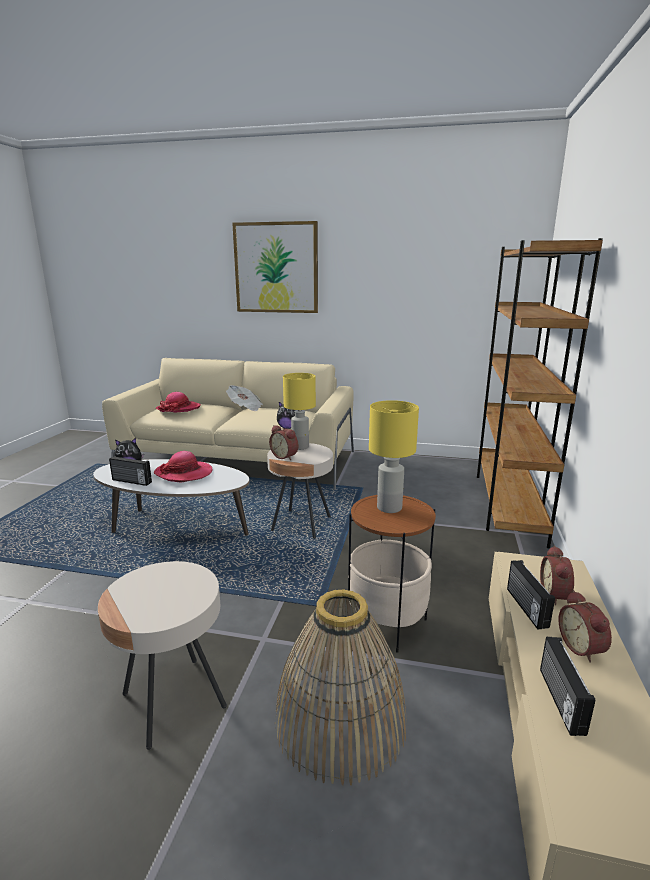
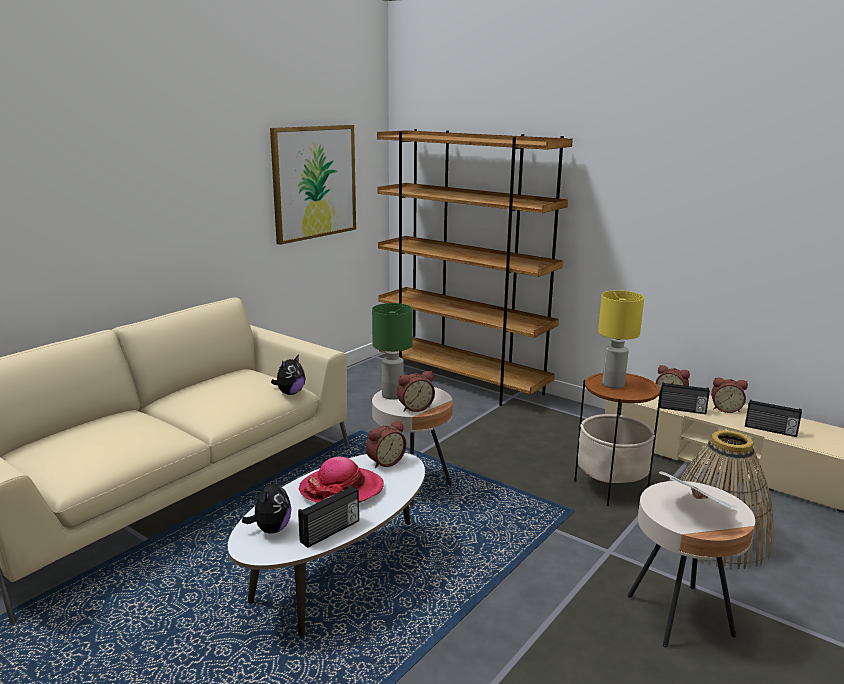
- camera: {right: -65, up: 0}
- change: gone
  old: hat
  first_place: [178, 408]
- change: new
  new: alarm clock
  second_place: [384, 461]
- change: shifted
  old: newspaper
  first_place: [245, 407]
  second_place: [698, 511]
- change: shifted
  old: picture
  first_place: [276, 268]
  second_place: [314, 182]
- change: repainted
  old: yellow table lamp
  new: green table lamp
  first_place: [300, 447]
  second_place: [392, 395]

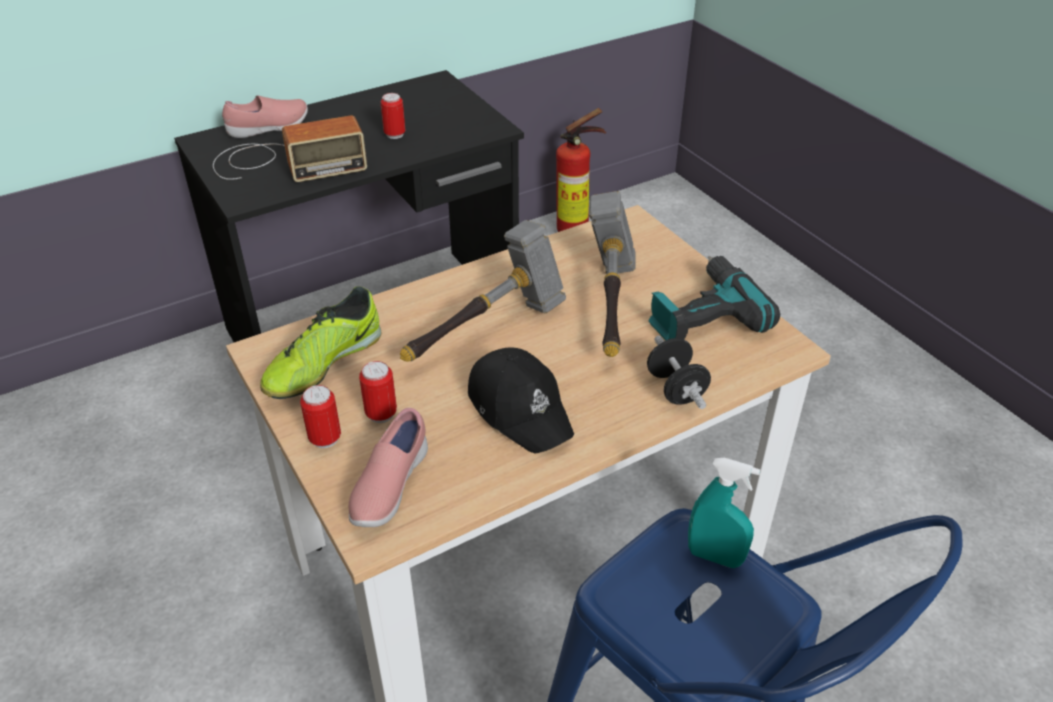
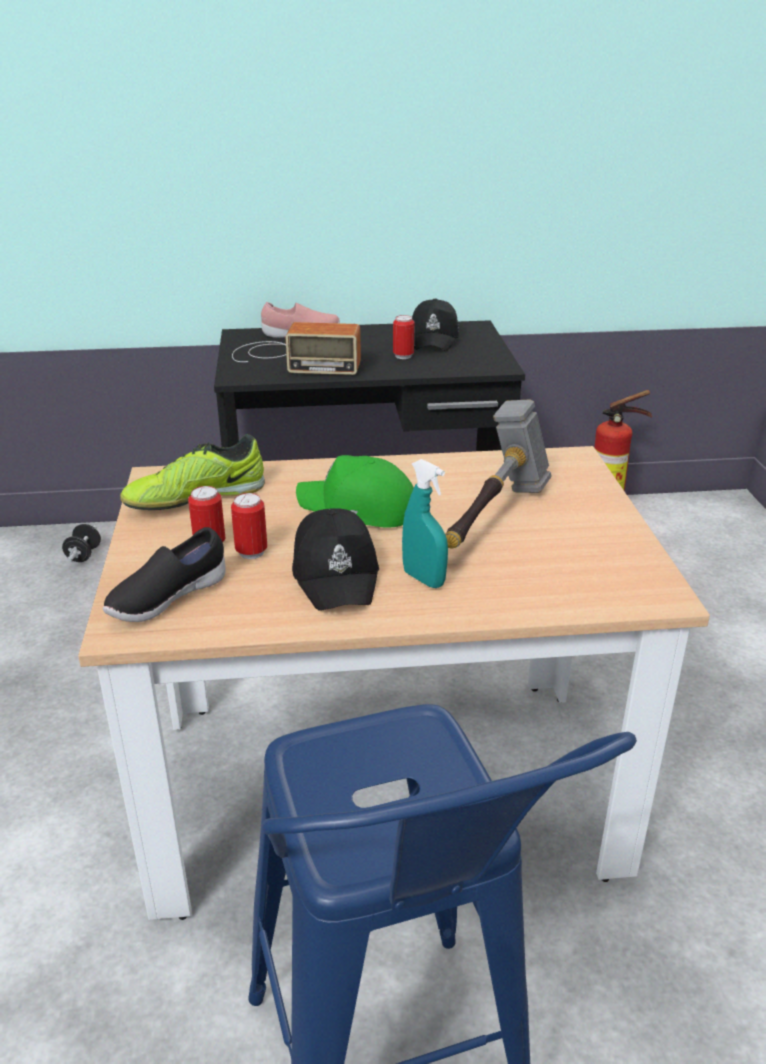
- camera: {right: 25, up: -10}
- change: gone
  old: power drill
  first_place: [702, 314]
- change: new
  new: black cap
  second_place: [434, 338]
- change: shifted
  old: can
  first_place: [325, 439]
  second_place: [251, 552]
- change: shifted
  old: black dumbbell
  first_place: [675, 389]
  second_place: [84, 555]
- change: shifted
  old: turquoise spray bottle
  first_place: [715, 557]
  second_place: [423, 579]
- change: swapped
  old: hammer
  new: green cap
  first_place: [487, 331]
  second_place: [358, 508]
- change: repainted
  old: pink shoe
  new: black shoe
  first_place: [389, 487]
  second_place: [167, 599]

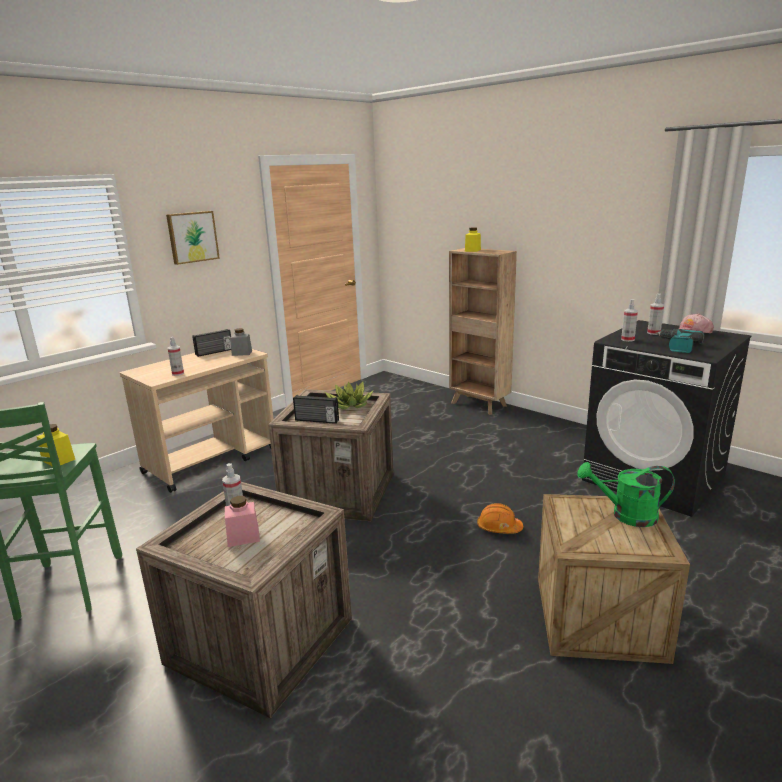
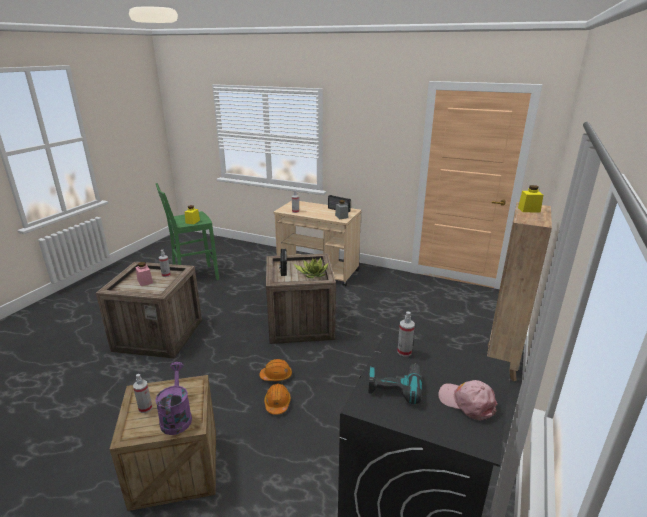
- camera: {right: 70, up: 5}
- change: gone
  old: picture
  first_place: [192, 237]
- change: new
  new: orange hard hat
  second_place: [276, 376]
- change: shifted
  old: spray bottle
  first_place: [653, 333]
  second_place: [145, 408]
- change: repainted
  old: green watering can
  new: purple watering can
  first_place: [626, 515]
  second_place: [176, 417]

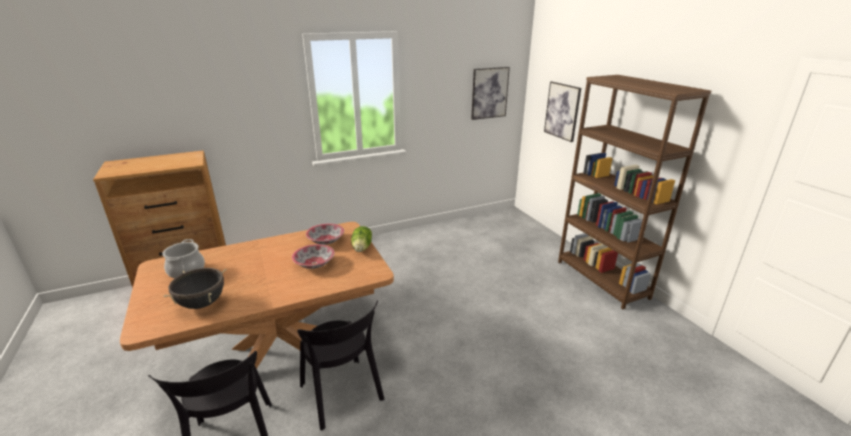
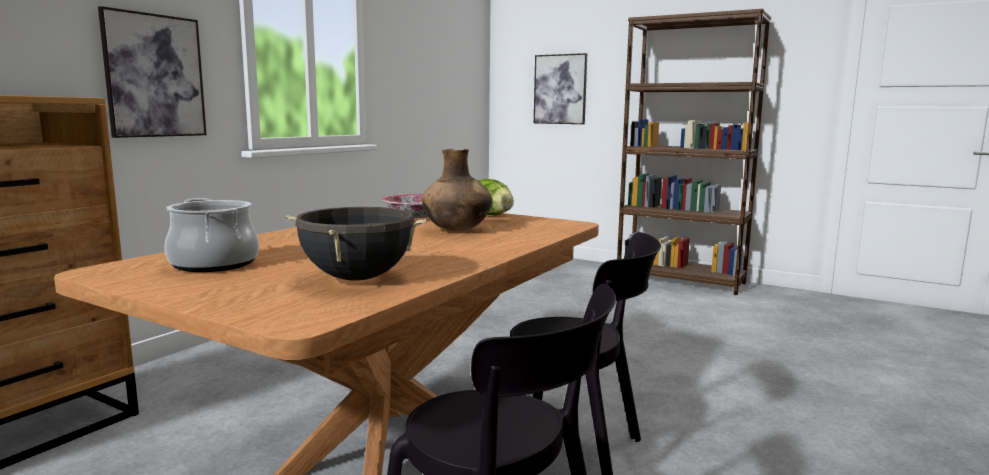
- camera: {right: -35, up: -15}
- change: shifted
  old: picture
  first_place: [489, 93]
  second_place: [154, 76]
- change: swapped
  old: bowl
  new: brown vase
  first_place: [314, 264]
  second_place: [457, 230]

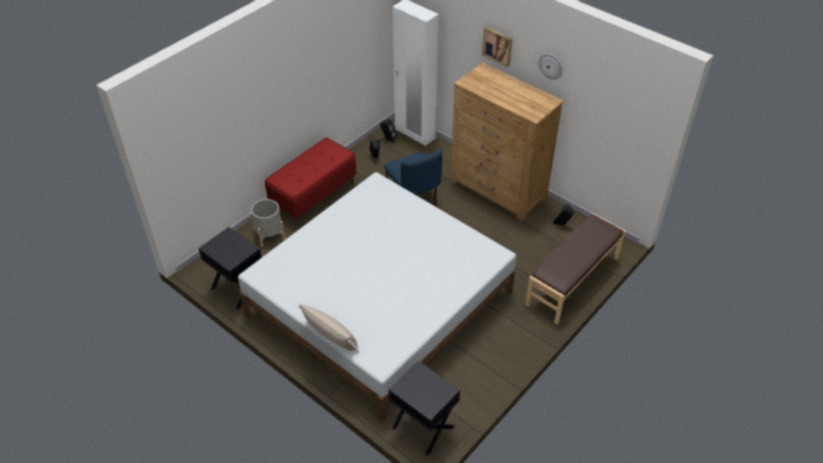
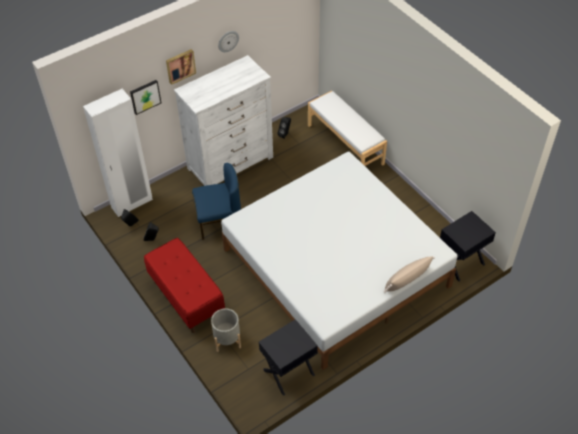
- camera: {right: -75, up: 5}
- change: new
  new: picture
  second_place: [145, 96]
- change: repainted
  old: brown dresser
  new: white dresser
  first_place: [498, 190]
  second_place: [231, 163]
- change: repainted
  old: brown bench
  new: white bench
  first_place: [573, 281]
  second_place: [345, 144]

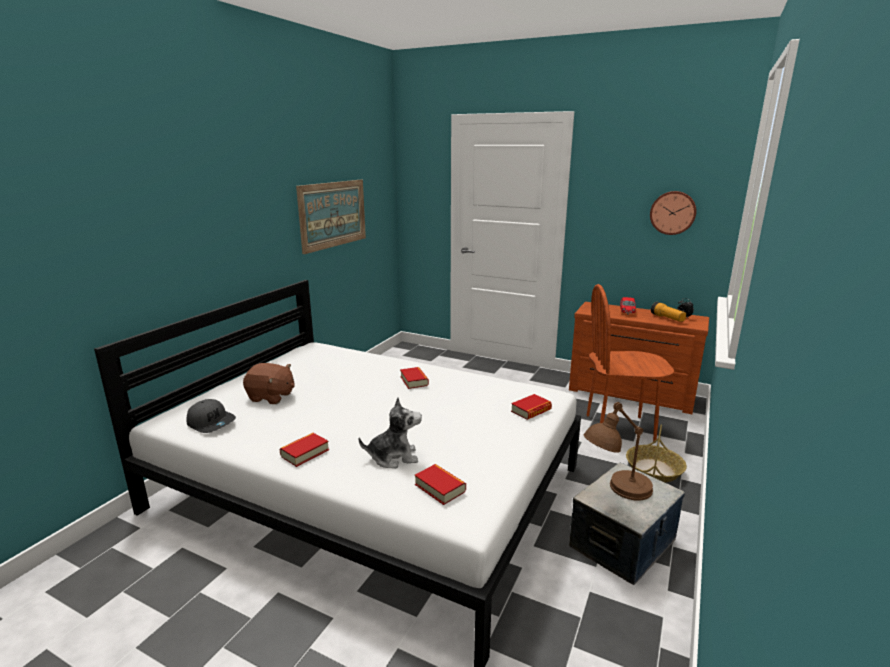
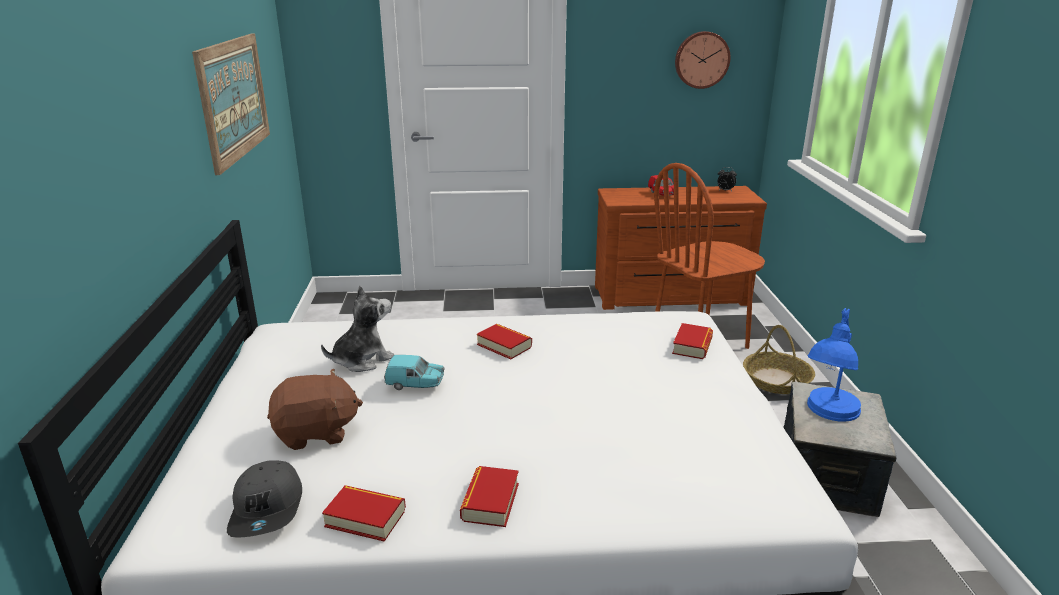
- camera: {right: -30, up: 5}
- change: gone
  old: flashlight
  first_place: [667, 318]
- change: new
  new: turquoise toy car
  second_place: [415, 384]
- change: shifted
  old: plush toy
  first_place: [393, 457]
  second_place: [362, 360]
- change: shifted
  old: book
  first_place: [440, 488]
  second_place: [365, 518]
- change: repainted
  old: brown table lamp
  new: blue table lamp
  first_place: [616, 492]
  second_place: [827, 418]
- change: rotated
  old: grey cap
  first_place: [212, 423]
  second_place: [268, 509]
  degrees: 75

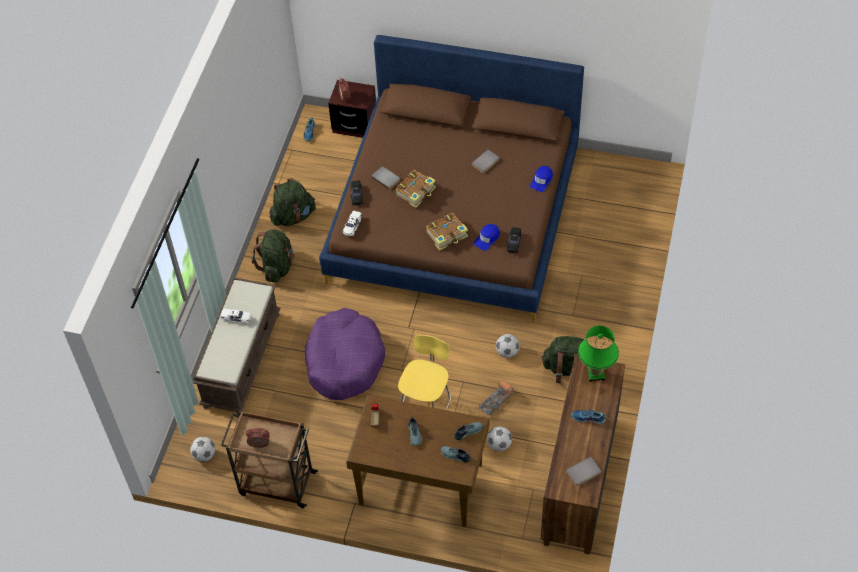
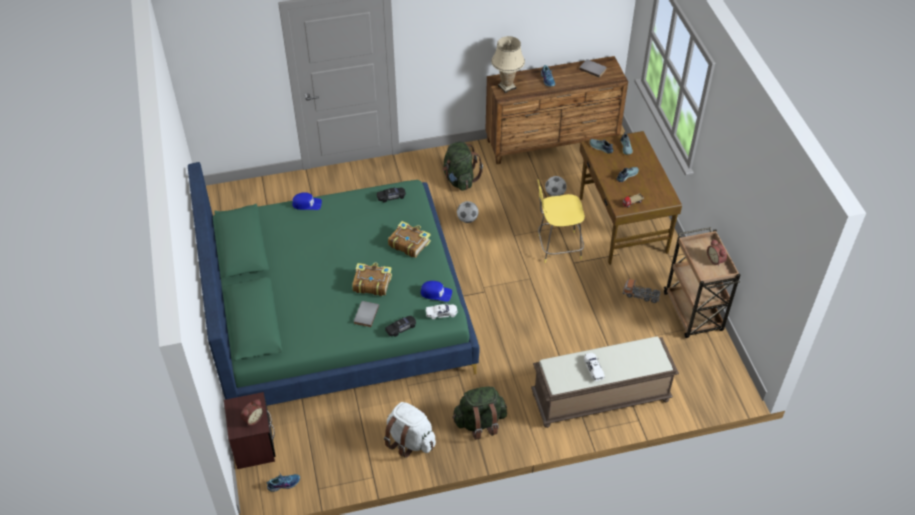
- camera: {right: -120, up: -5}
- change: gone
  old: football
  first_place: [204, 455]
- change: gone
  old: purple dog bed
  first_place: [344, 361]
- change: gone
  old: grey book
  first_place: [486, 162]
- change: shifted
  old: blue cap
  first_place: [487, 238]
  second_place: [436, 293]
- change: shifted
  old: toy truck
  first_place: [496, 401]
  second_place: [641, 295]
- change: repainted
  old: green backpack
  new: white backpack
  first_place: [293, 216]
  second_place: [410, 440]
- change: repainted
  old: brown bed
  new: green bed
  first_place: [455, 215]
  second_place: [337, 309]
- change: repainted
  old: green table lamp
  new: beige table lamp
  first_place: [595, 374]
  second_place: [507, 87]

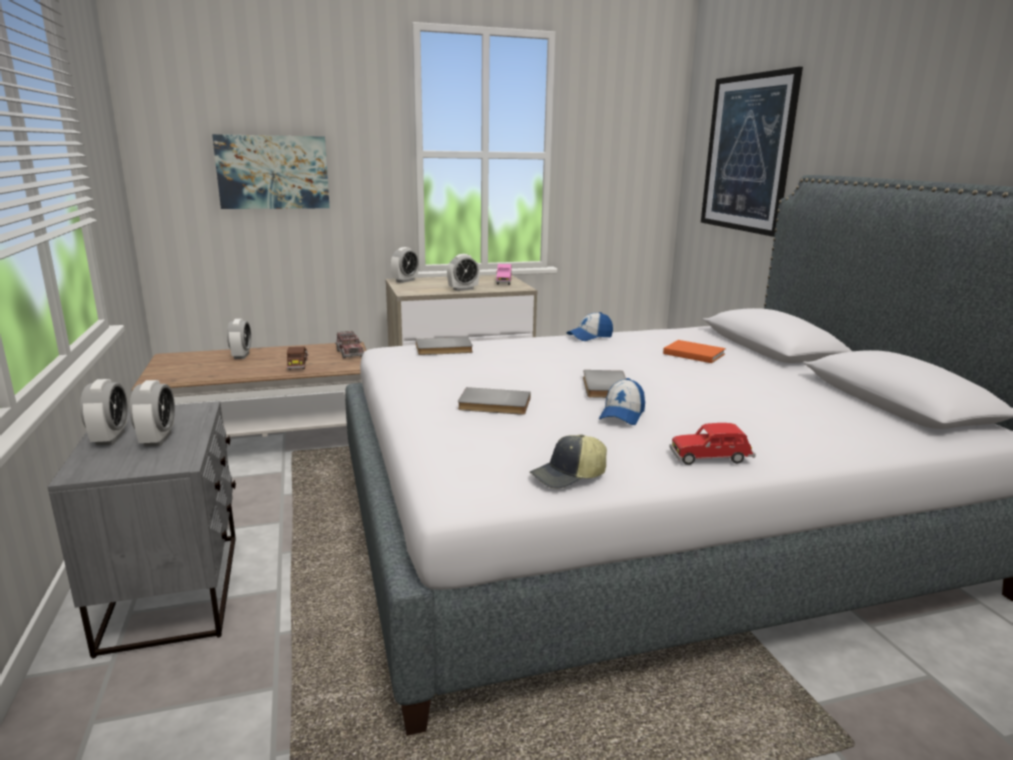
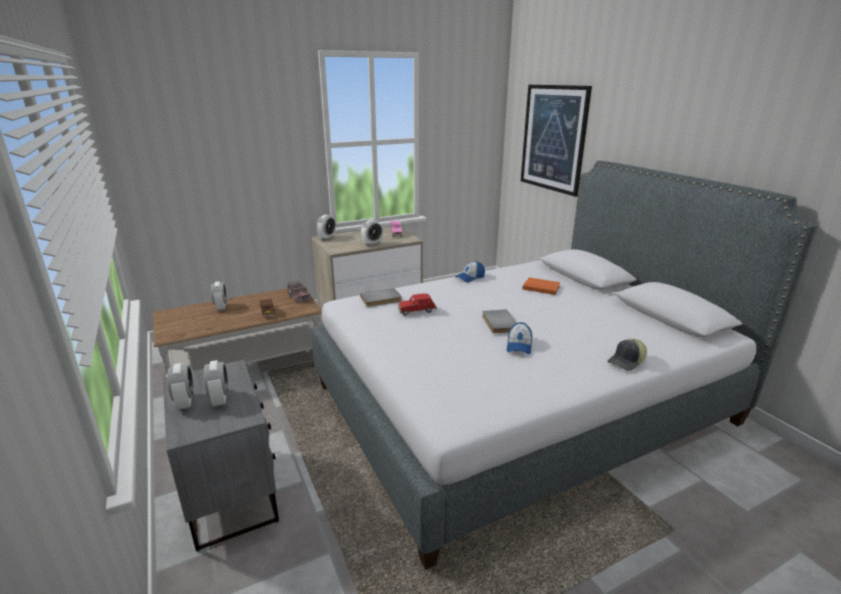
- camera: {right: -10, up: 5}
- change: gone
  old: picture
  first_place: [273, 172]
- change: gone
  old: grey book
  first_place: [494, 405]
- change: shifted
  old: cap
  first_place: [569, 476]
  second_place: [627, 362]
- change: shifted
  old: red toy car
  first_place: [710, 458]
  second_place: [417, 311]

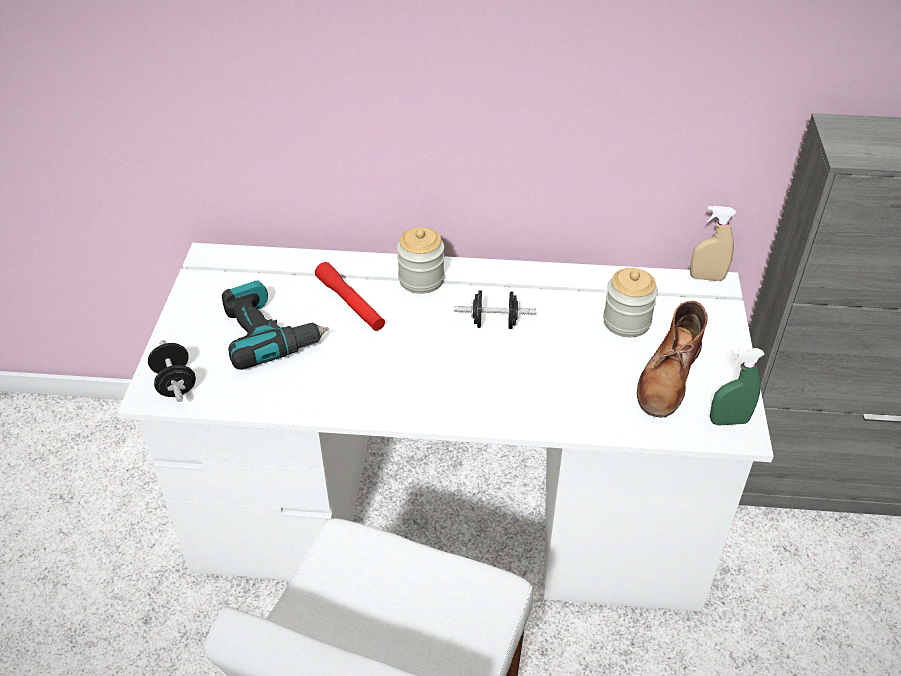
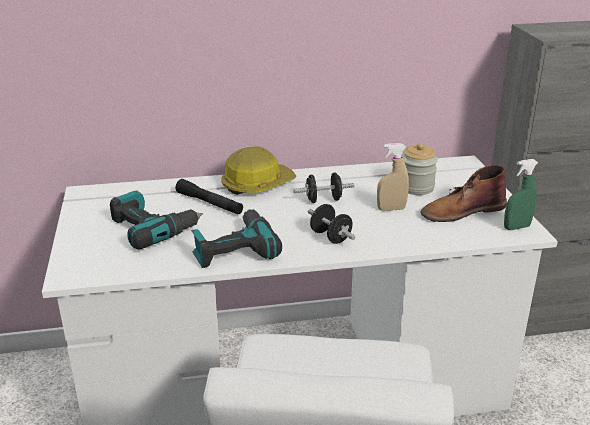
- camera: {right: -15, up: -15}
- change: new
  new: power drill
  second_place: [234, 248]
- change: shifted
  old: black dumbbell
  first_place: [175, 383]
  second_place: [330, 237]
- change: shifted
  old: beige spray bottle
  first_place: [706, 278]
  second_place: [391, 209]
- change: swapped
  old: jar
  new: hard hat
  first_place: [421, 279]
  second_place: [257, 184]
- change: repainted
  old: red flashlight
  new: black flashlight
  first_place: [350, 303]
  second_place: [209, 203]
- change: rotated
  old: brown boot
  first_place: [668, 377]
  second_place: [462, 211]
  degrees: 60

